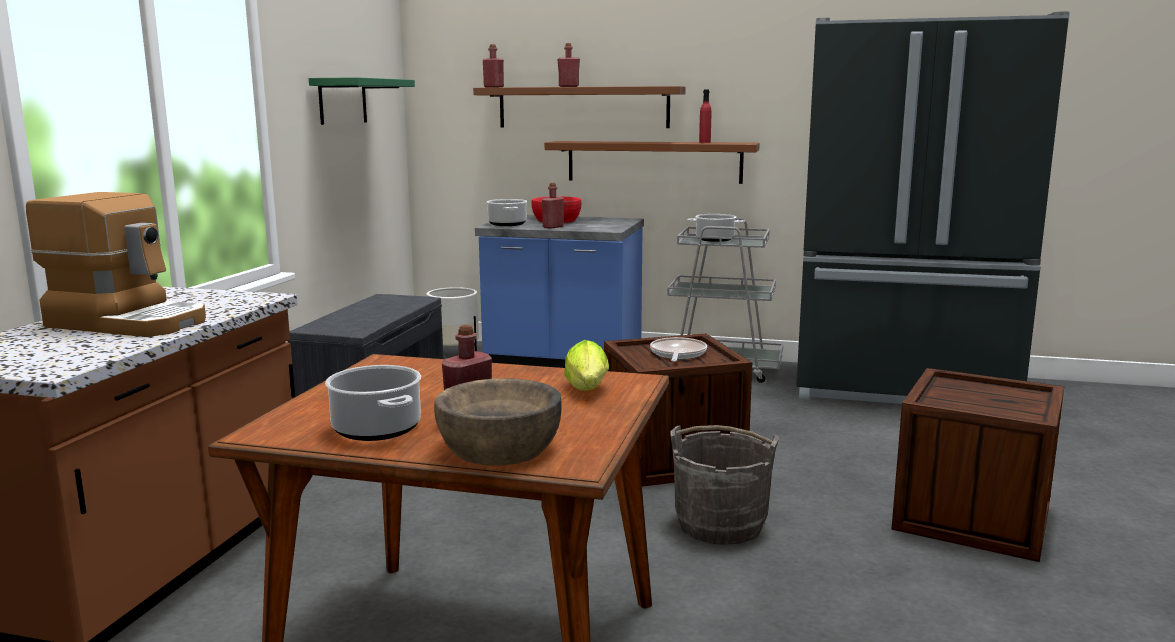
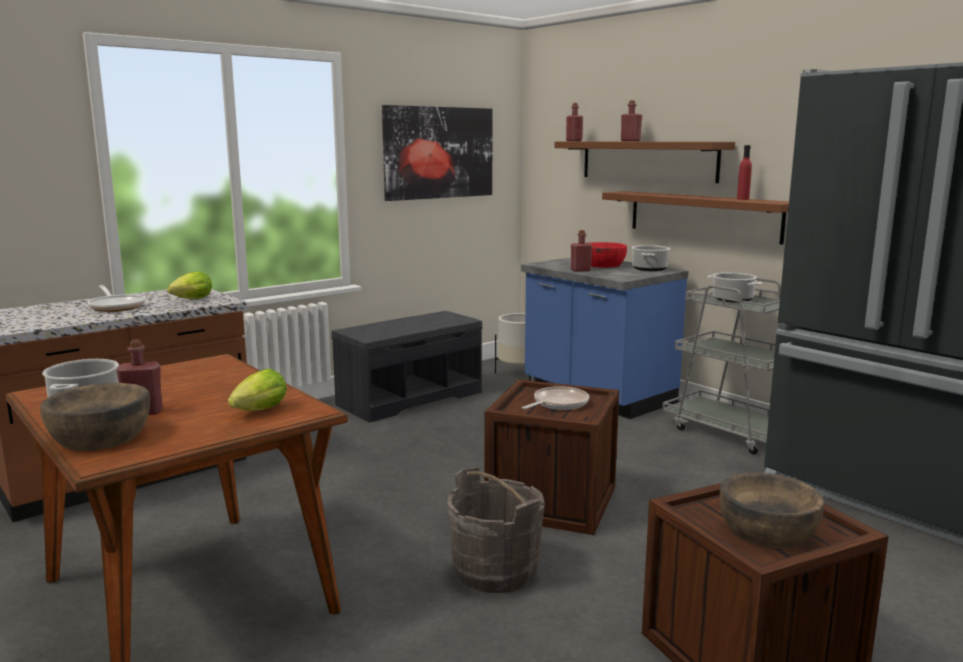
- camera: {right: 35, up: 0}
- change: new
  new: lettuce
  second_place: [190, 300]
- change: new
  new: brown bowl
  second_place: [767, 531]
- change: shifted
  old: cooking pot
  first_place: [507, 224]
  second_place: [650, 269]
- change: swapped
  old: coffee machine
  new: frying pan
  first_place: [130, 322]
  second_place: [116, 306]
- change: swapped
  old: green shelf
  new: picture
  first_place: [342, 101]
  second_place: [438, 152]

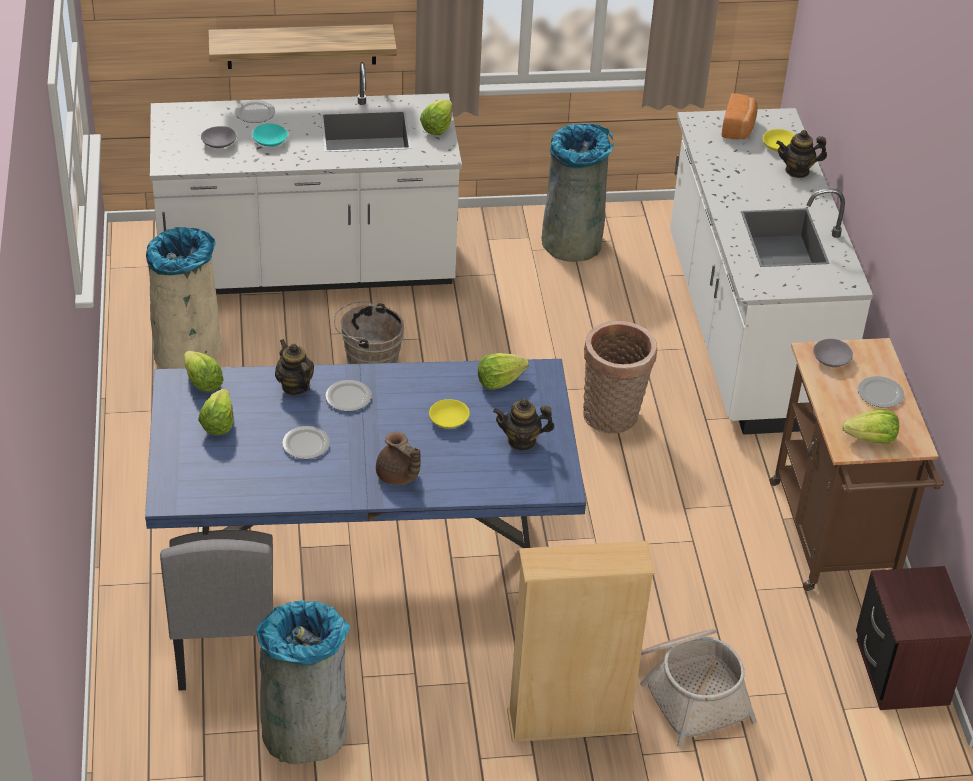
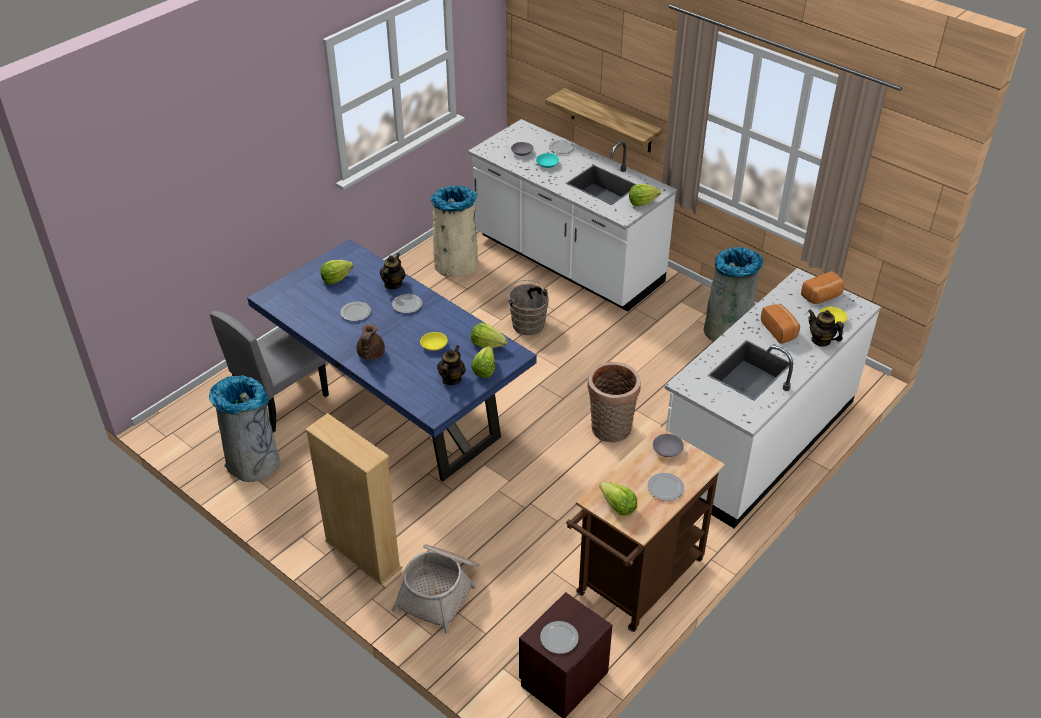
- camera: {right: 50, up: 0}
- change: new
  new: plate
  second_place: [559, 638]
- change: new
  new: bread
  second_place: [780, 330]
- change: shifted
  old: lettuce
  first_place: [202, 382]
  second_place: [484, 370]
- change: rotated
  old: teapot
  first_place: [521, 441]
  second_place: [451, 379]
  degrees: 60

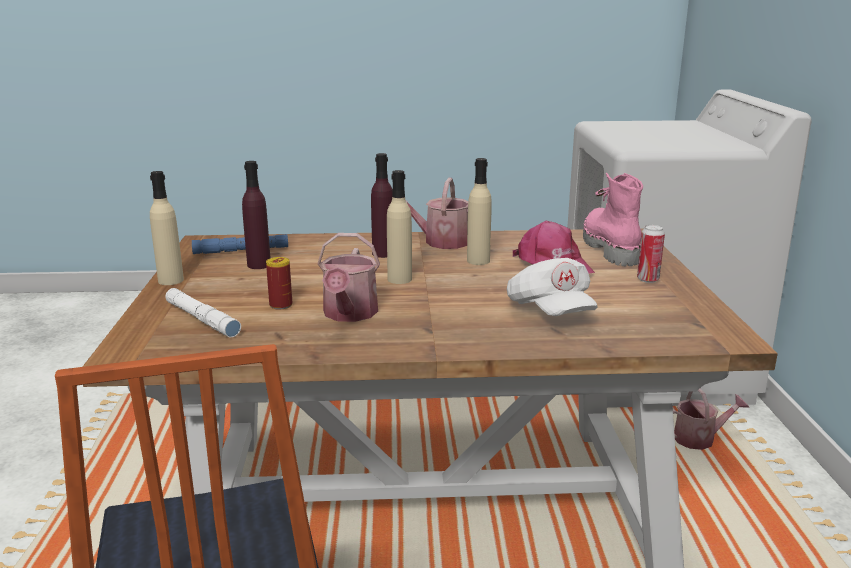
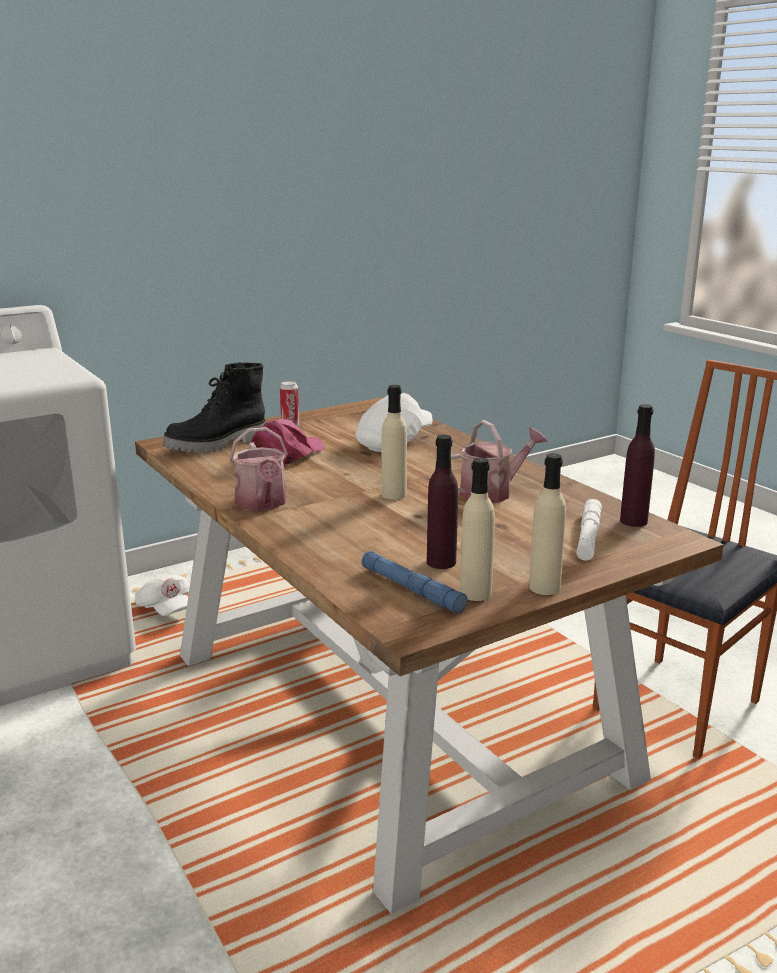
- camera: {right: -120, up: 0}
- change: gone
  old: can
  first_place: [281, 305]
- change: shifted
  old: purple bottle
  first_place: [383, 253]
  second_place: [633, 521]
- change: shifted
  old: beige bottle
  first_place: [478, 261]
  second_place: [475, 593]
- change: swapped
  old: watering can
  new: white cap
  first_place: [699, 439]
  second_place: [166, 609]
- change: repainted
  old: pink boot
  new: black boot
  first_place: [608, 248]
  second_place: [217, 445]

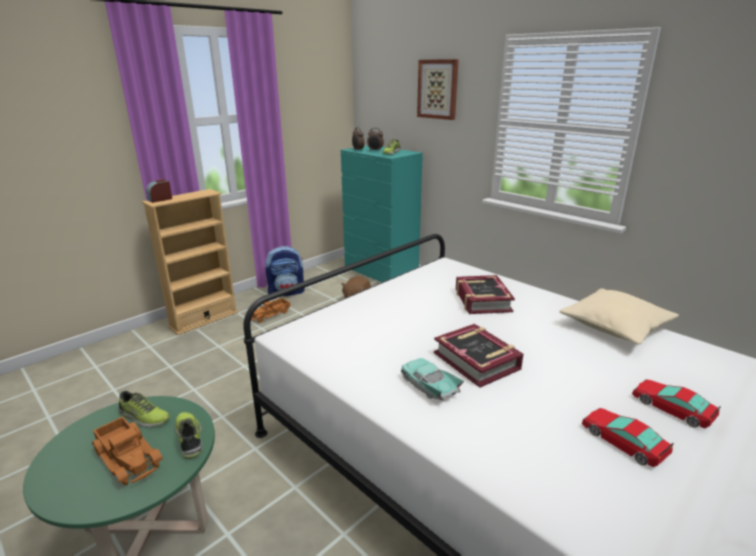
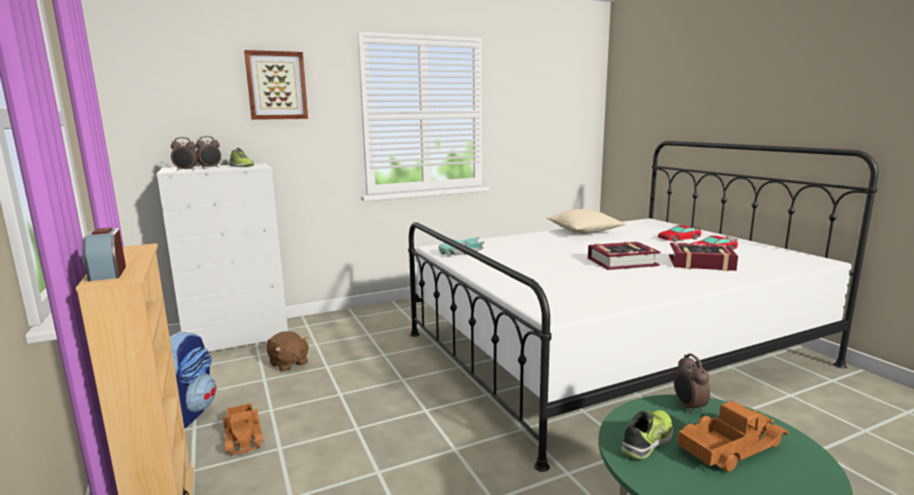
- camera: {right: -70, up: -10}
- change: shifted
  old: turquoise toy car
  first_place: [429, 386]
  second_place: [460, 253]
- change: shifted
  old: book
  first_place: [482, 300]
  second_place: [701, 263]
- change: swapped
  old: shoe
  new: alarm clock
  first_place: [190, 438]
  second_place: [688, 407]
- change: repainted
  old: turquoise dresser
  new: white dresser
  first_place: [381, 272]
  second_place: [238, 337]

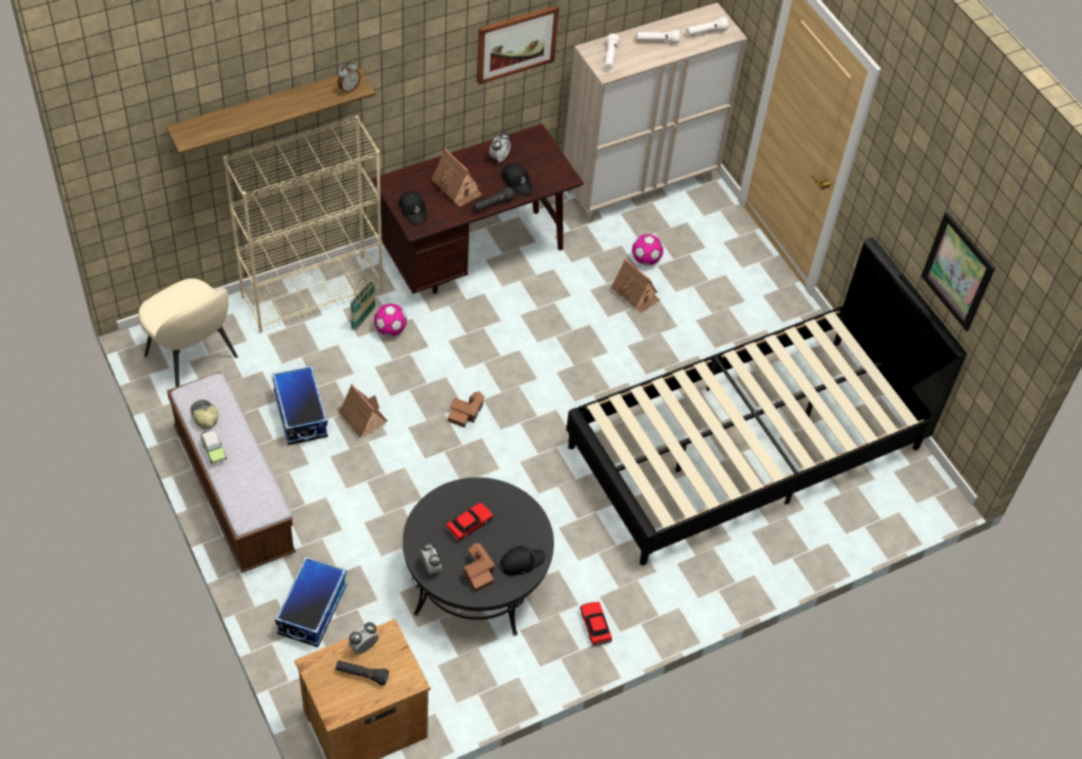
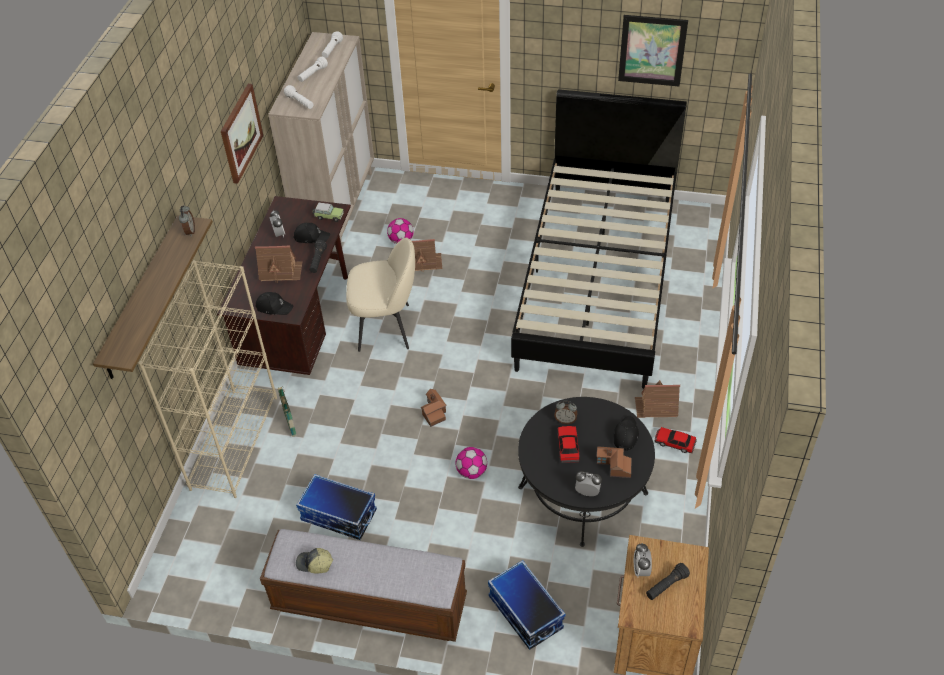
- camera: {right: -45, up: -5}
- change: new
  new: alarm clock
  second_place: [565, 420]
- change: shifted
  old: beige chair
  first_place: [192, 358]
  second_place: [386, 327]
- change: shifted
  old: toy car
  first_place: [213, 451]
  second_place: [328, 216]
- change: shifted
  old: toy house
  first_place: [361, 417]
  second_place: [656, 407]
- change: shifted
  old: football
  first_place: [390, 330]
  second_place: [471, 472]

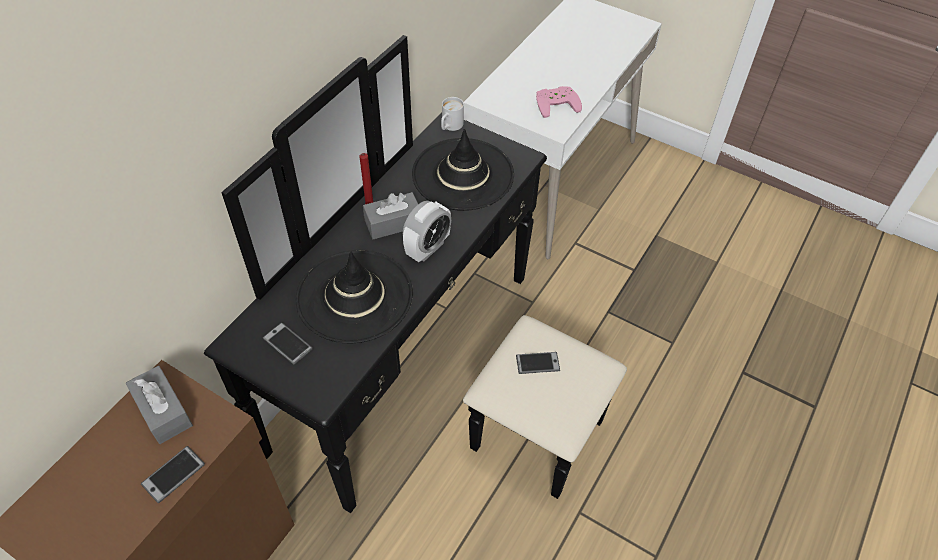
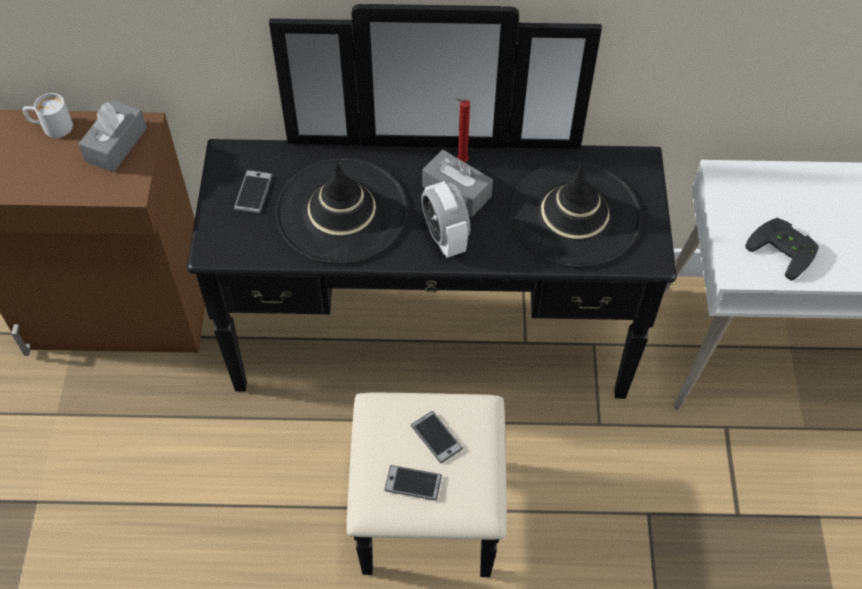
- camera: {right: 60, up: 5}
- change: shifted
  old: phone
  first_place: [173, 474]
  second_place: [413, 483]
- change: shifted
  old: white mug
  first_place: [450, 126]
  second_place: [51, 127]
- change: repainted
  old: pink game controller
  new: black game controller
  first_place: [556, 103]
  second_place: [785, 249]
- change: rotated
  old: alarm clock
  first_place: [427, 248]
  second_place: [445, 238]
  degrees: 60

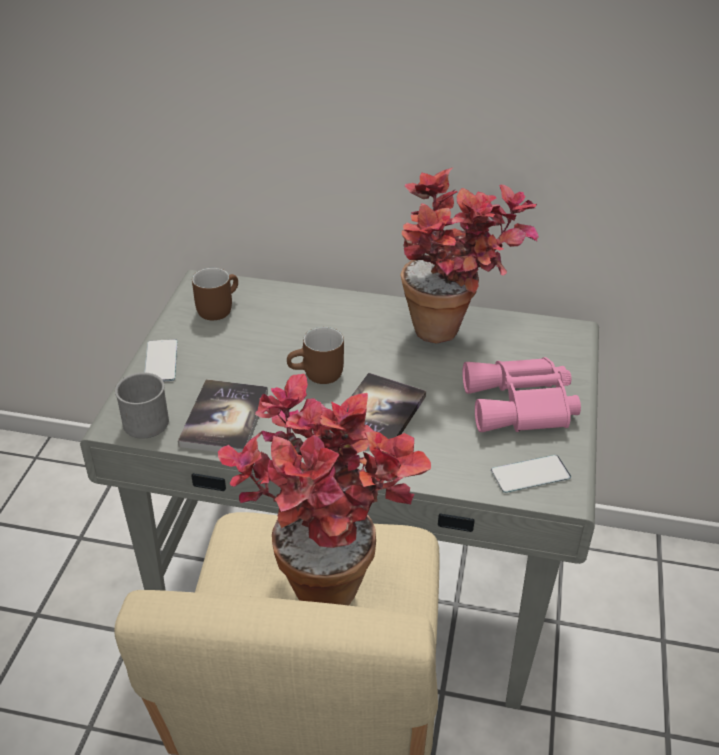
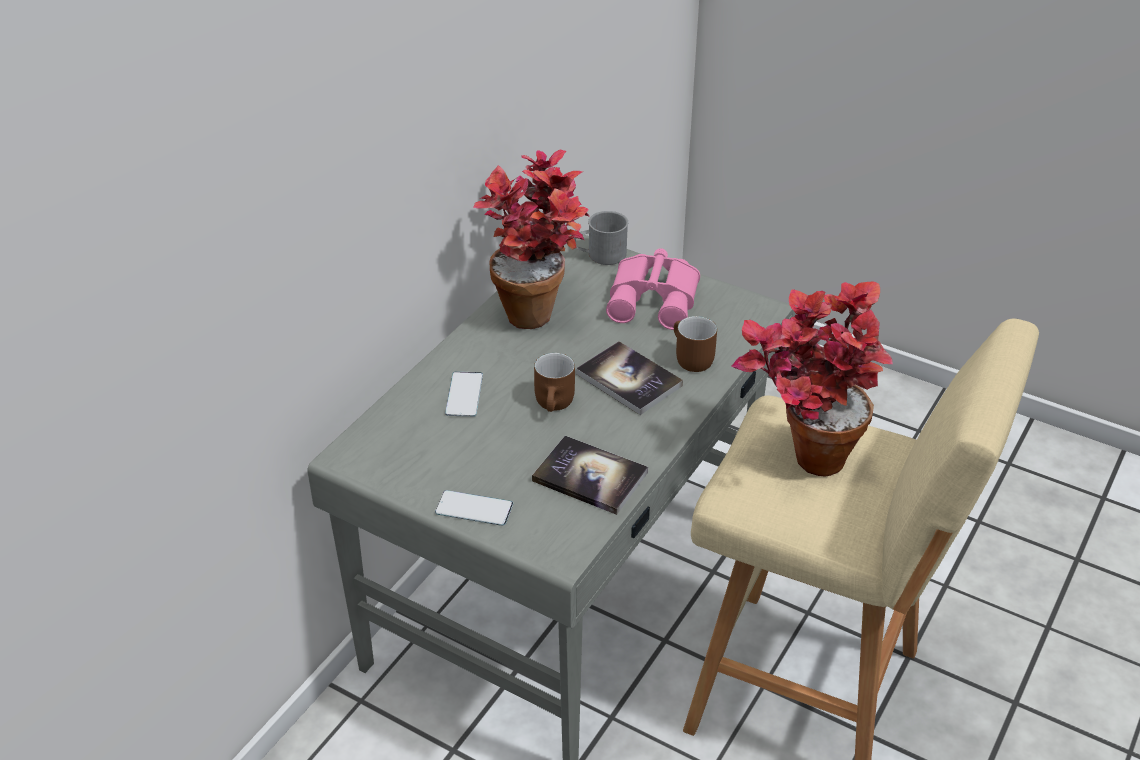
- camera: {right: -70, up: 0}
- change: shifted
  old: grey mug
  first_place: [142, 418]
  second_place: [600, 255]
- change: shifted
  old: brown mug
  first_place: [217, 307]
  second_place: [688, 359]
- change: shifted
  old: phone
  first_place: [530, 474]
  second_place: [464, 394]

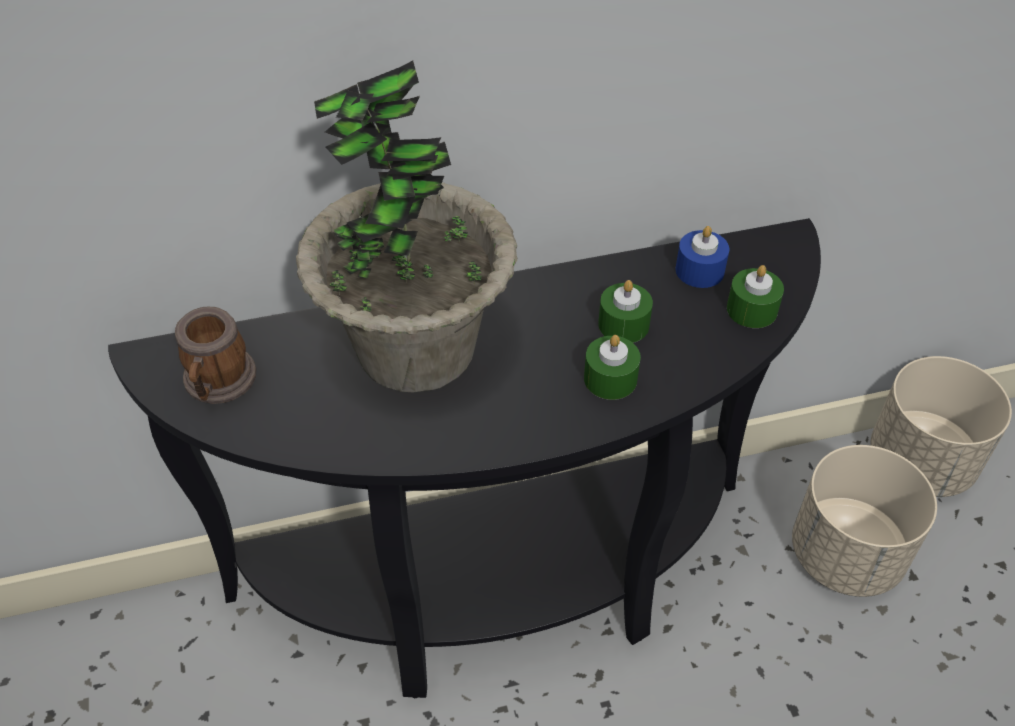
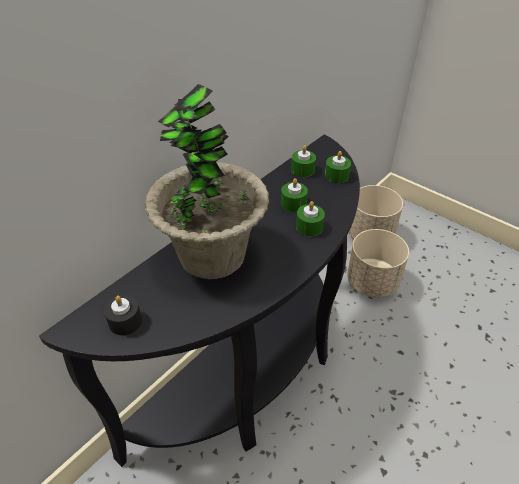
- camera: {right: -35, up: -5}
- change: swapped
  old: mug
  new: black candle
  first_place: [218, 384]
  second_place: [125, 321]
- change: repainted
  old: blue candle
  new: green candle
  first_place: [699, 270]
  second_place: [302, 170]

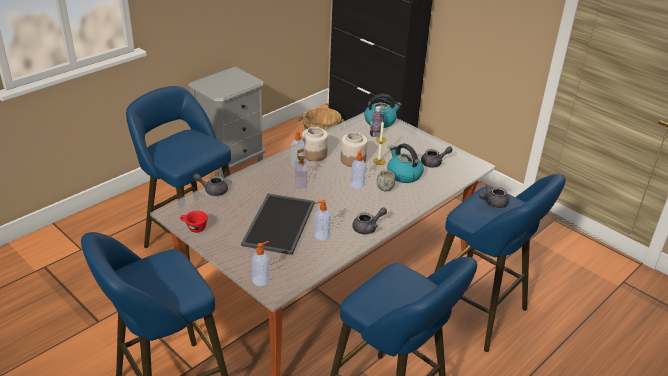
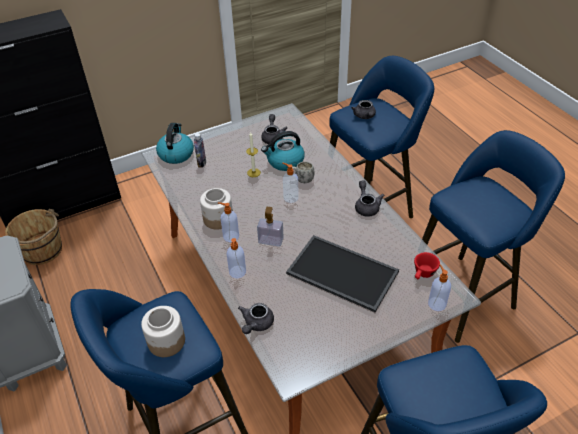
- camera: {right: -70, up: 10}
- change: shifted
  old: red cup
  first_place: [193, 228]
  second_place: [423, 274]
- change: shifted
  old: soap dispenser
  first_place: [321, 235]
  second_place: [237, 272]
- change: shifted
  old: jar
  first_place: [353, 160]
  second_place: [166, 341]

